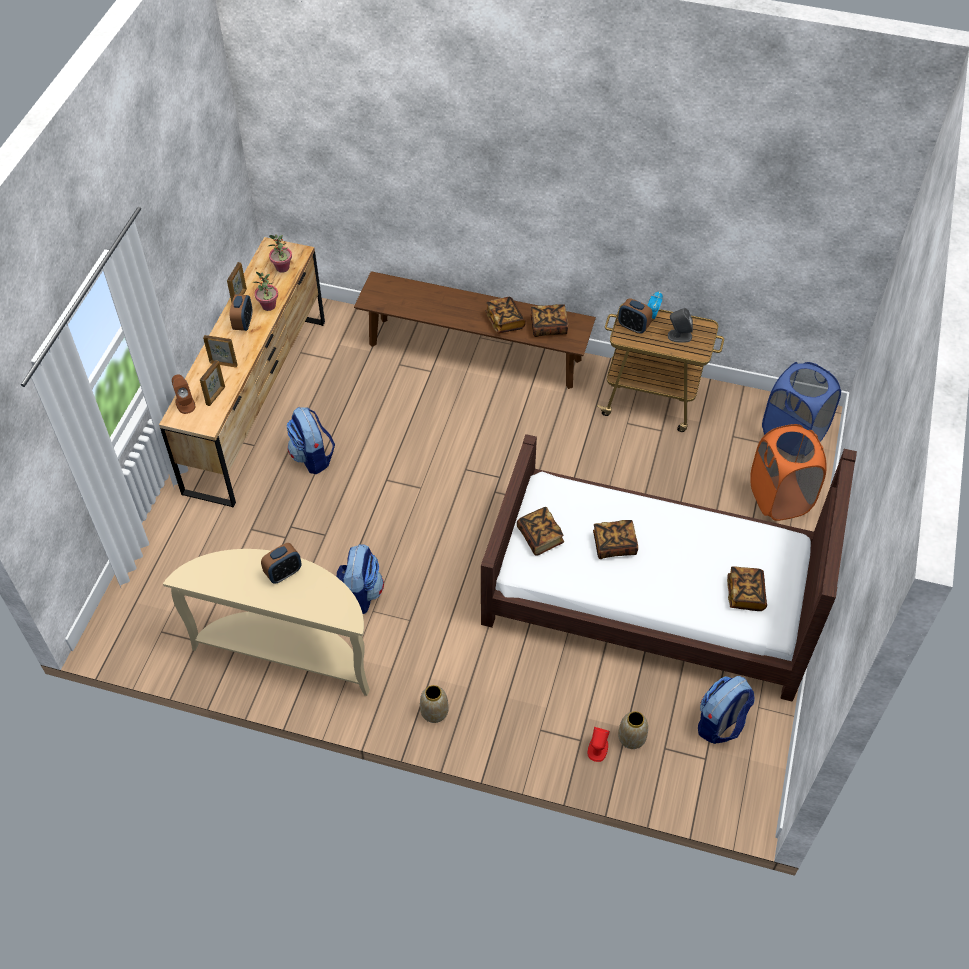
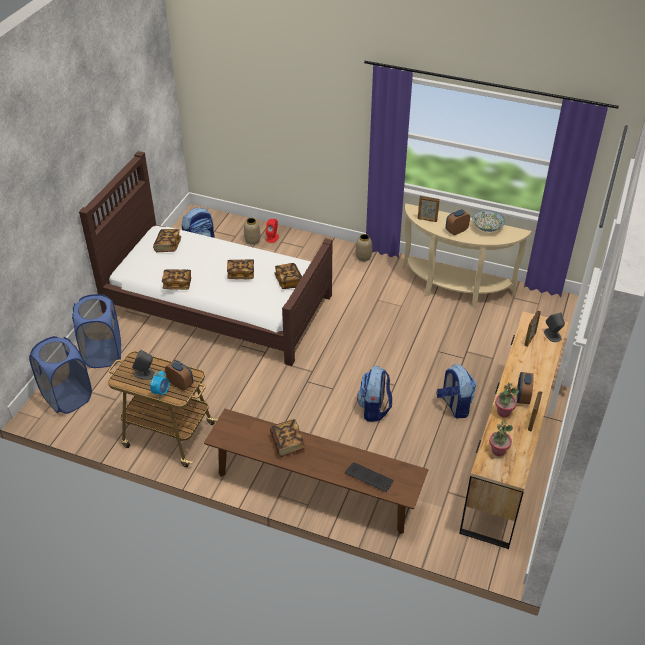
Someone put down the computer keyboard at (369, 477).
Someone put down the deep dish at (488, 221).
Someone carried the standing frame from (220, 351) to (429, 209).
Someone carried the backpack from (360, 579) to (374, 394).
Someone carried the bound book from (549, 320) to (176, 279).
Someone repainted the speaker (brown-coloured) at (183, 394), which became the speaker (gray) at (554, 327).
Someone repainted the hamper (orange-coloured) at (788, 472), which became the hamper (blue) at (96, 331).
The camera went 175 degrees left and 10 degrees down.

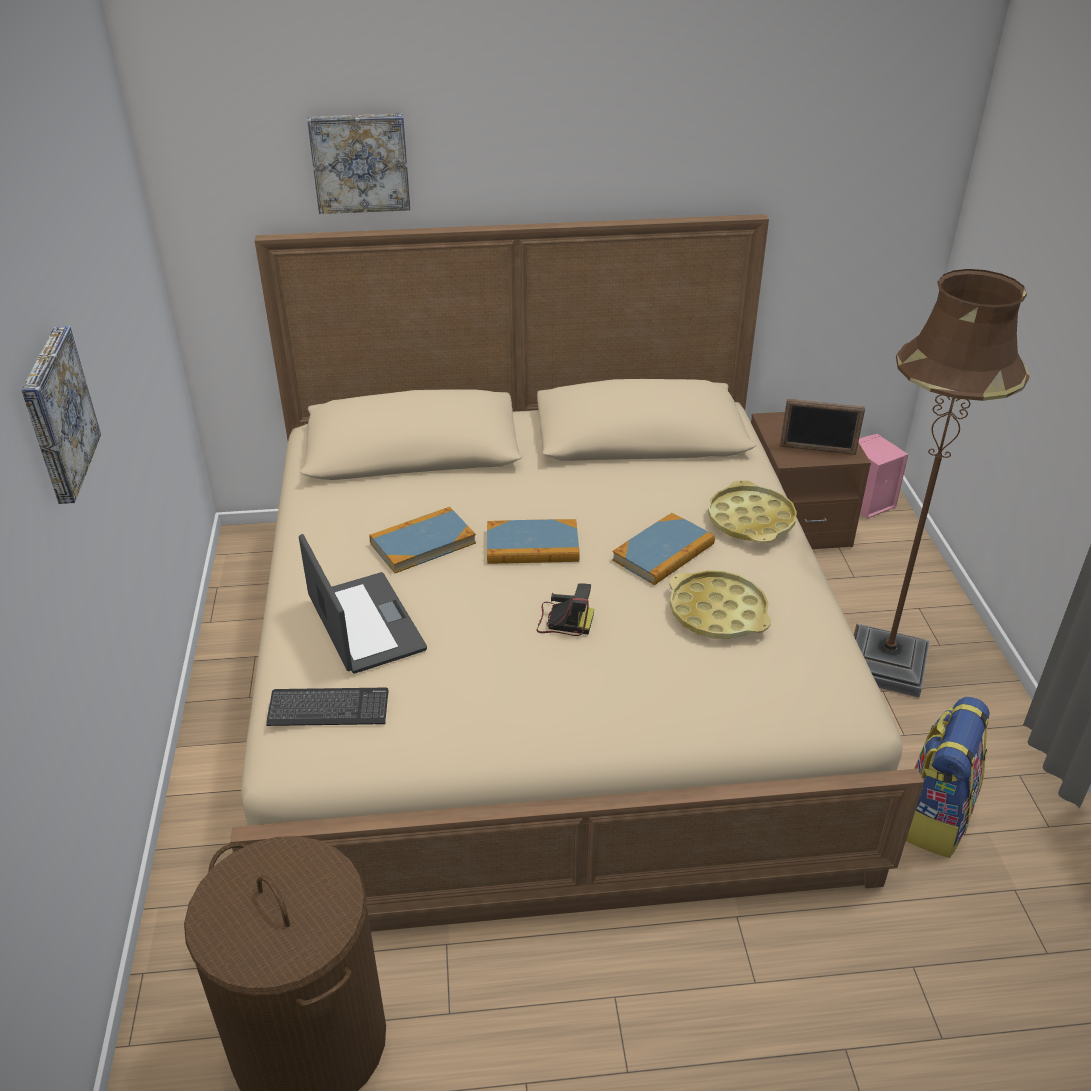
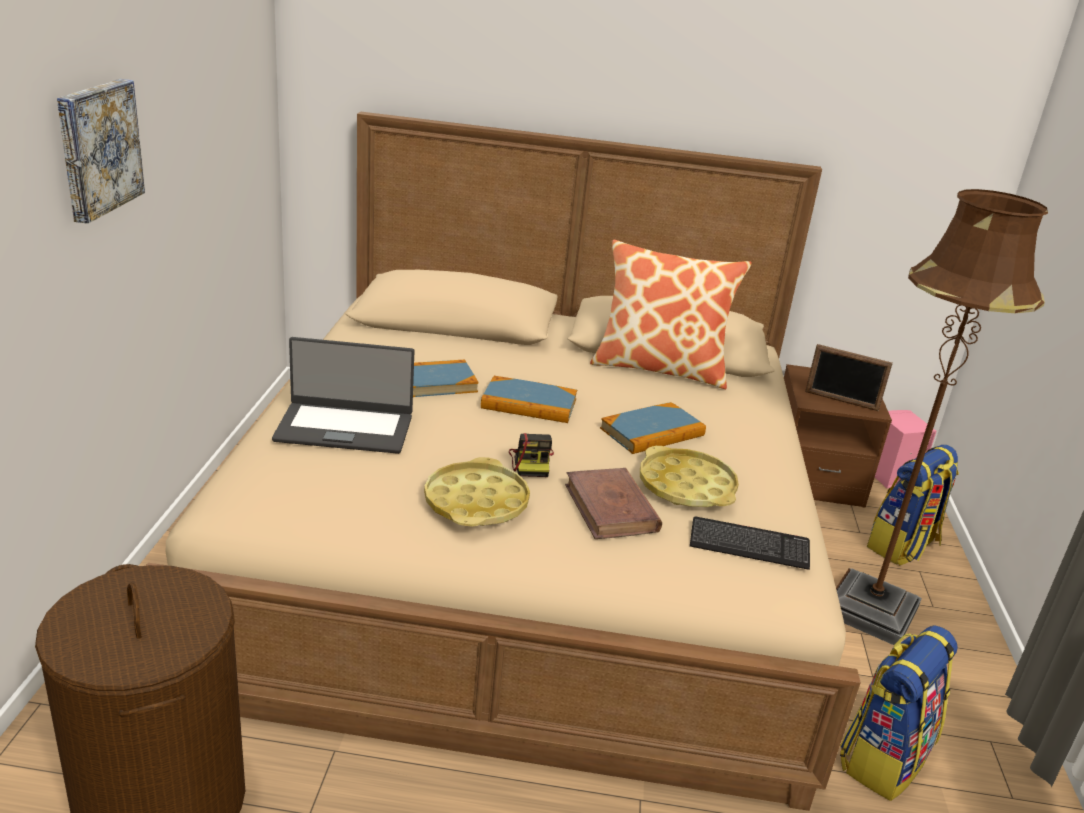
Someone took away the picture at (358, 164).
Someone put down the bound book (brown-coloured) at (613, 503).
Someone put down the cushion at (671, 314).
Someone put down the backpack at (913, 505).
Someone carried the computer keyboard from (327, 706) to (750, 543).
Someone carried the serving tray (yellowish) from (752, 511) to (477, 492).
Someone rotated the laptop at (363, 604) by 105 degrees clockwise.
Someone rotated the photo camera at (565, 609) by 60 degrees clockwise.
The camera went 10 degrees right and 10 degrees down.

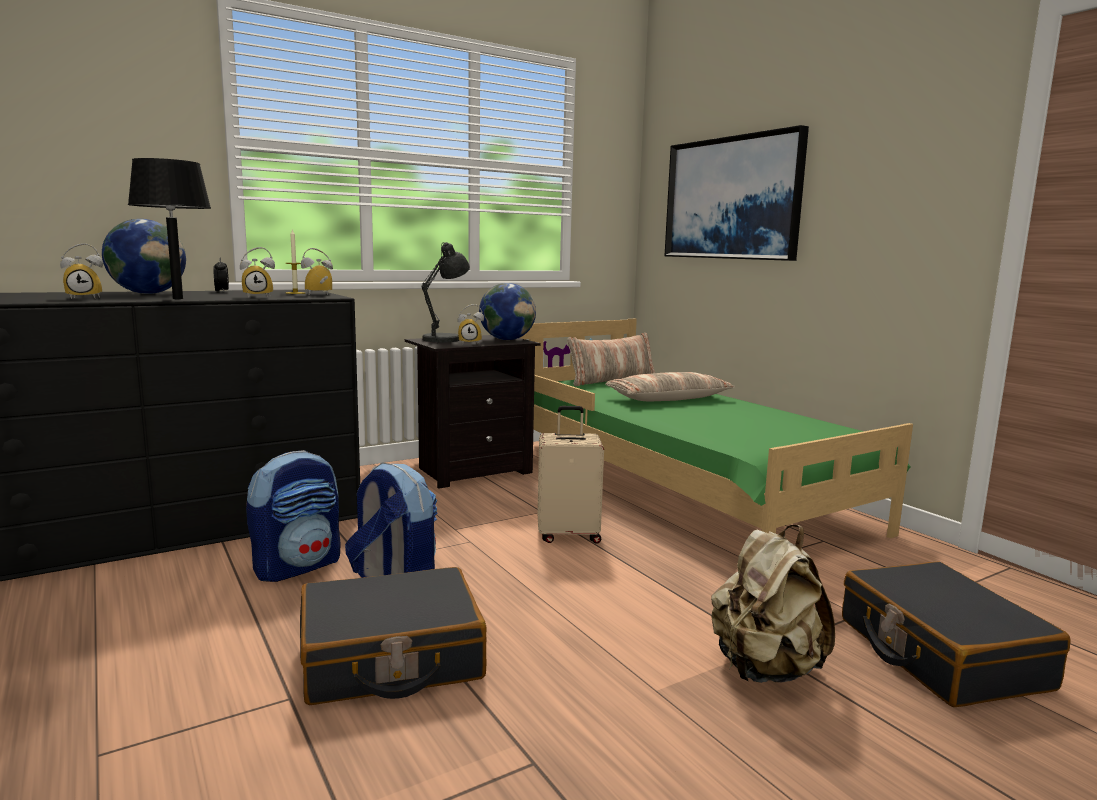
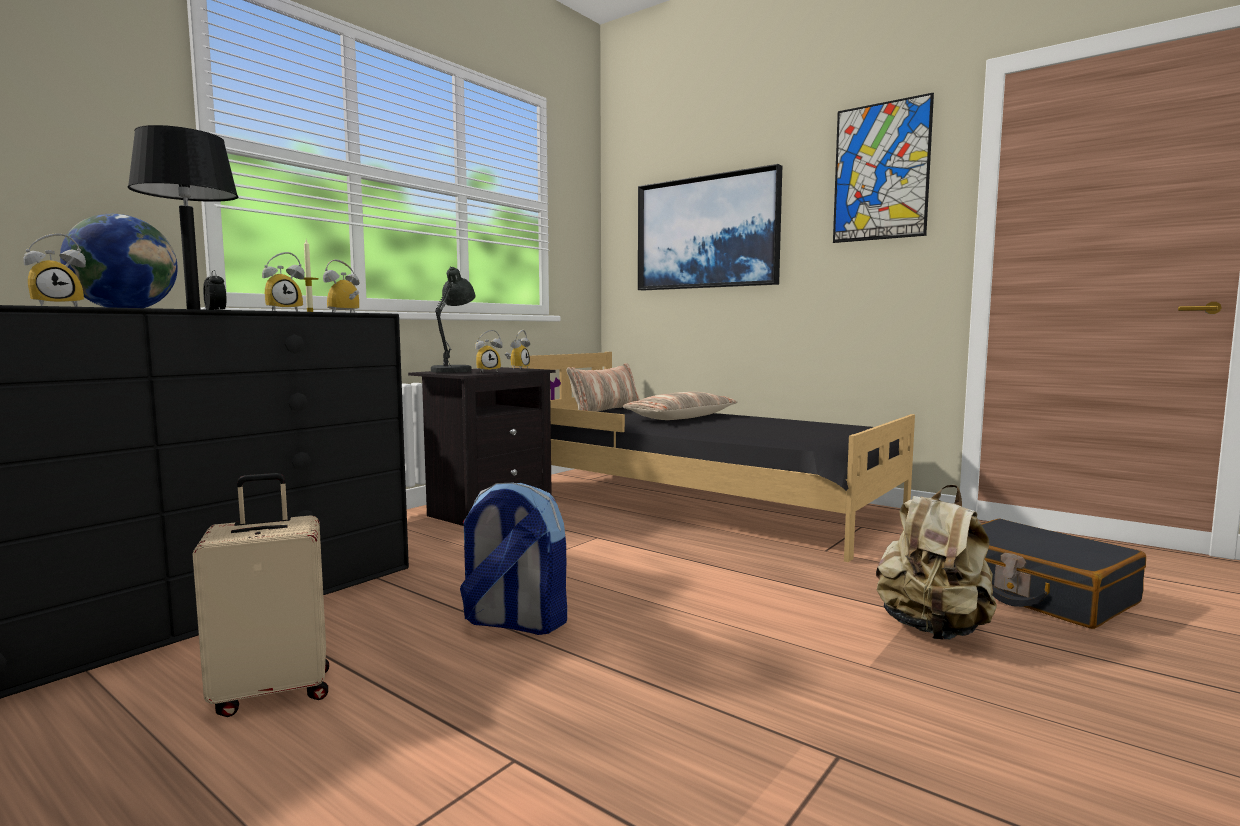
Someone took away the backpack at (293, 516).
Someone took away the travel case (black) at (393, 636).
Someone put up the picture at (883, 168).
Someone carried the travel case (beige-coloured) from (571, 475) to (260, 595).
Someone swapped the globe at (507, 311) for the table clock at (517, 350).
Someone repainted the bedroom bed (green-coloured) at (716, 428), which became the bedroom bed (black) at (713, 457).
The camera went 20 degrees left and 5 degrees down.

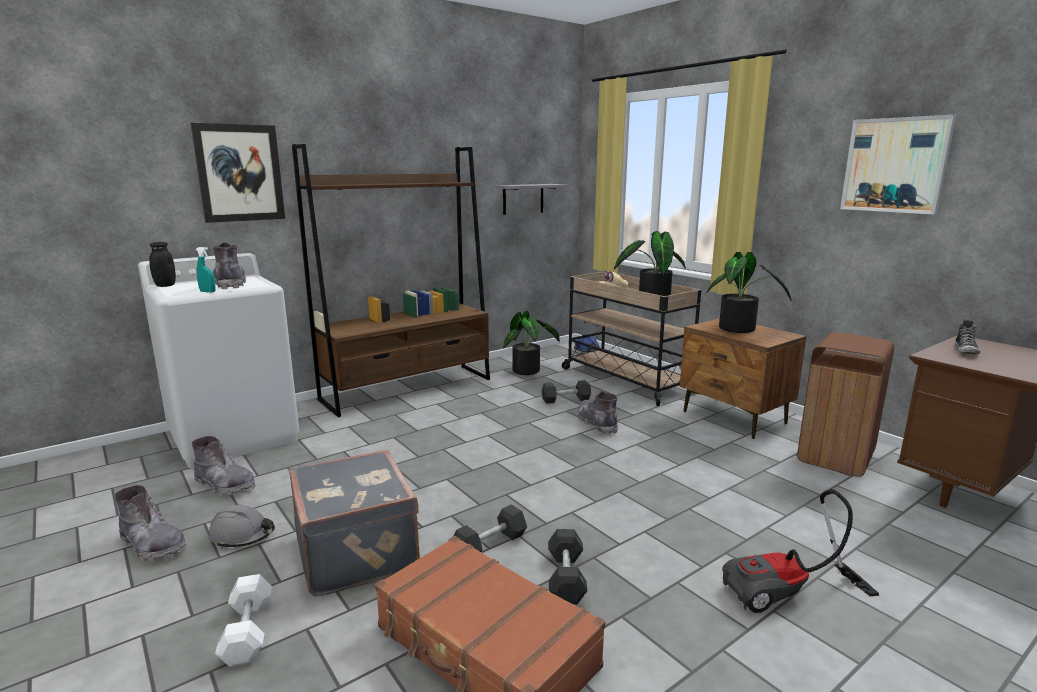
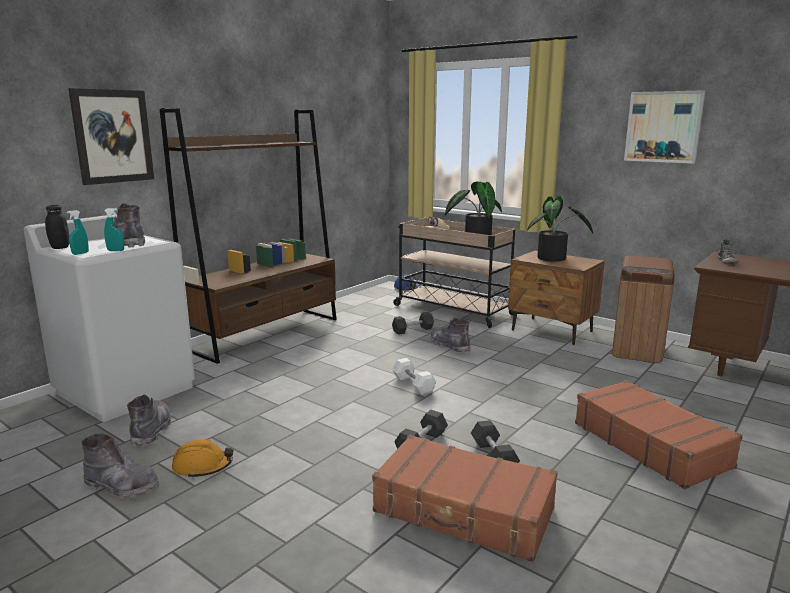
Someone took away the travel case (gray) at (354, 523).
Someone took away the shelf (gray) at (531, 199).
Someone took away the houseplant at (531, 343).
Someone put down the spray bottle (blue-green) at (78, 232).
Someone carried the free weight (white) from (243, 620) to (414, 376).
Someone swapped the vacuum at (800, 551) for the travel case (brown-coloured) at (659, 434).
Someone repainted the hard hat (gray) at (241, 526), which became the hard hat (orange-coloured) at (203, 459).
Someone rotated the tall boot (gray) at (224, 466) by 105 degrees counterclockwise.
The camera went 15 degrees left and 0 degrees up.

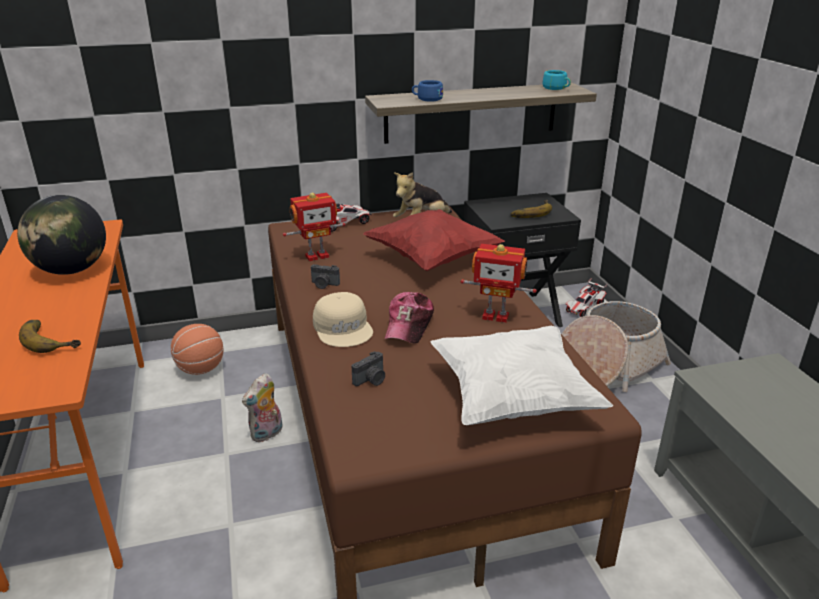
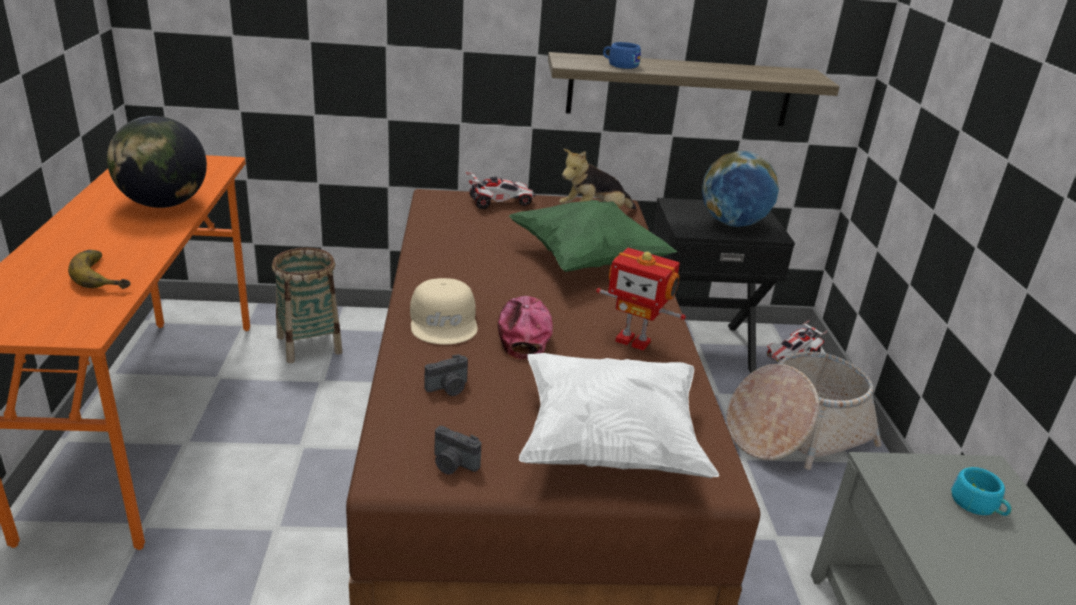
Someone took away the soft toy at (262, 407).
Someone took away the toy robot at (314, 227).
Someone carried the photo camera from (325, 276) to (458, 450).
Someone carried the cup (blue-green) from (556, 80) to (981, 491).
Someone swapped the basketball ball at (197, 349) for the household basket at (307, 305).
Someone swapped the banana at (531, 209) for the globe at (740, 189).
Someone repainted the cushion (red-coloured) at (434, 240), which became the cushion (green-coloured) at (593, 236).
Someone rotated the baseball cap at (409, 318) by 150 degrees clockwise.
The camera went 10 degrees right and 0 degrees up.

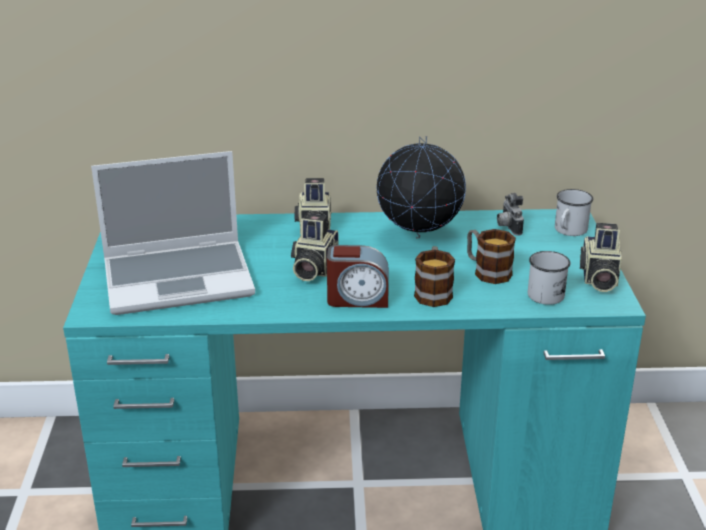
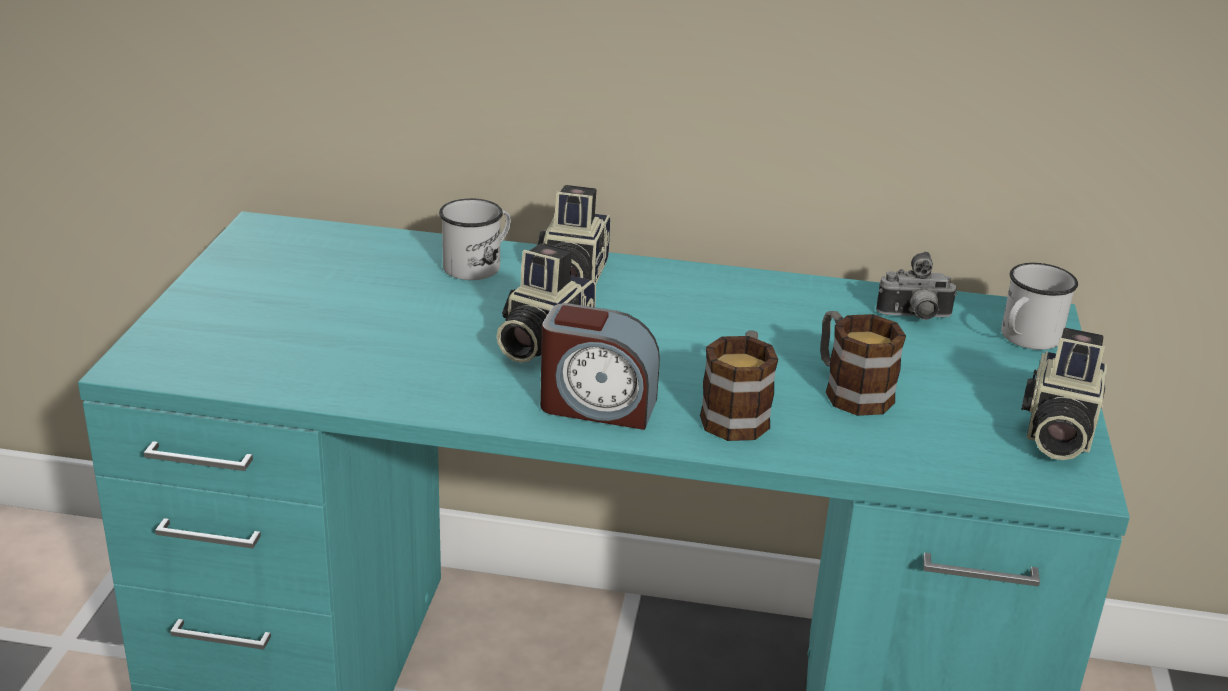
Someone took away the laptop at (173, 233).
Someone took away the globe at (421, 187).
Someone carried the coffee mug (white) from (549, 278) to (475, 239).
Someone rotated the photo camera at (510, 214) by 90 degrees counterclockwise.
The camera went 10 degrees right and 0 degrees up.

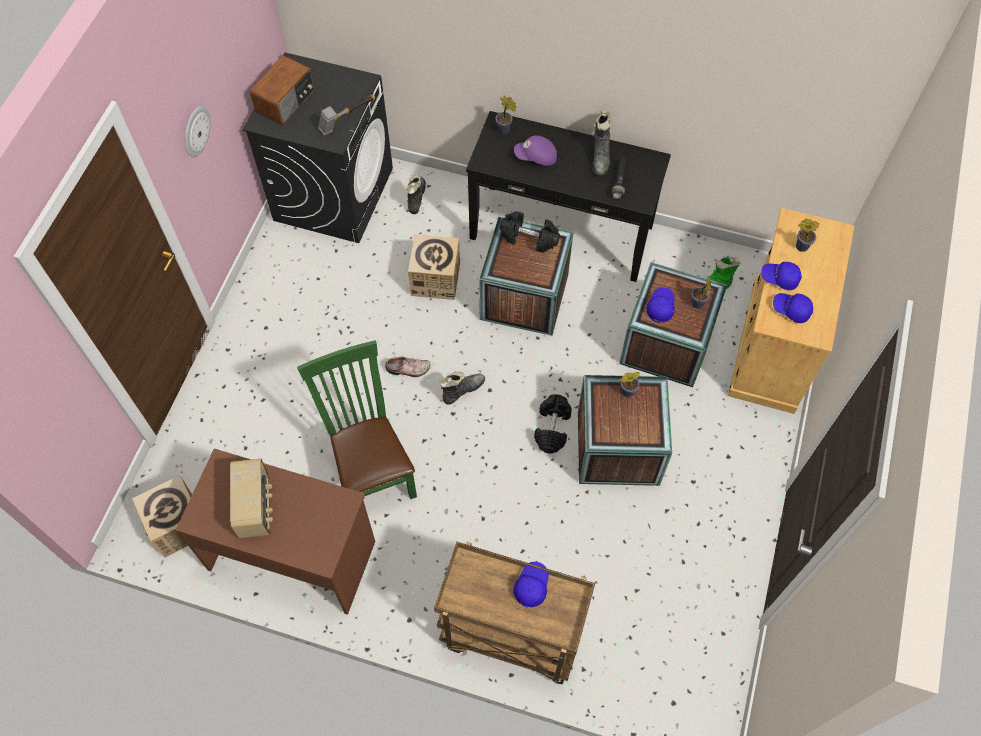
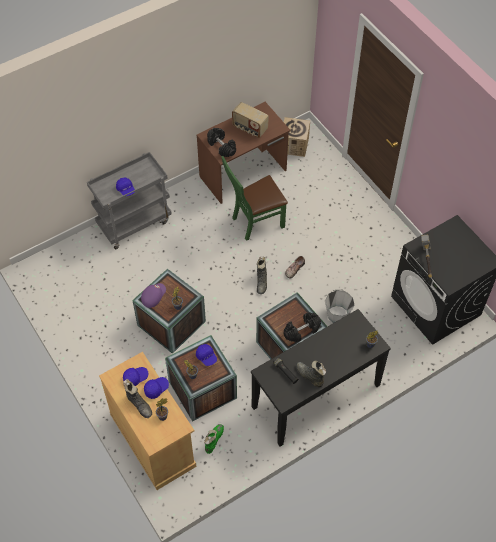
Someone took away the clock on the wall at (198, 131).
Someone took away the radio receiver at (282, 90).
Someone carried the tall boot (black) from (416, 194) to (137, 398).
Someone carried the baseball cap (purple-coloured) from (535, 150) to (153, 295).
Someone carried the free weight (black) from (553, 424) to (221, 142).
Someone swapped the cardboard box at (434, 267) for the bucket (gray) at (339, 306).
Someone repainted the trolley (brown-coloured) at (514, 613), which became the trolley (gray) at (129, 201).
Someone rotated the plain chair (green-coloured) at (357, 419) by 135 degrees clockwise.
The camera went 130 degrees right and 5 degrees down.

